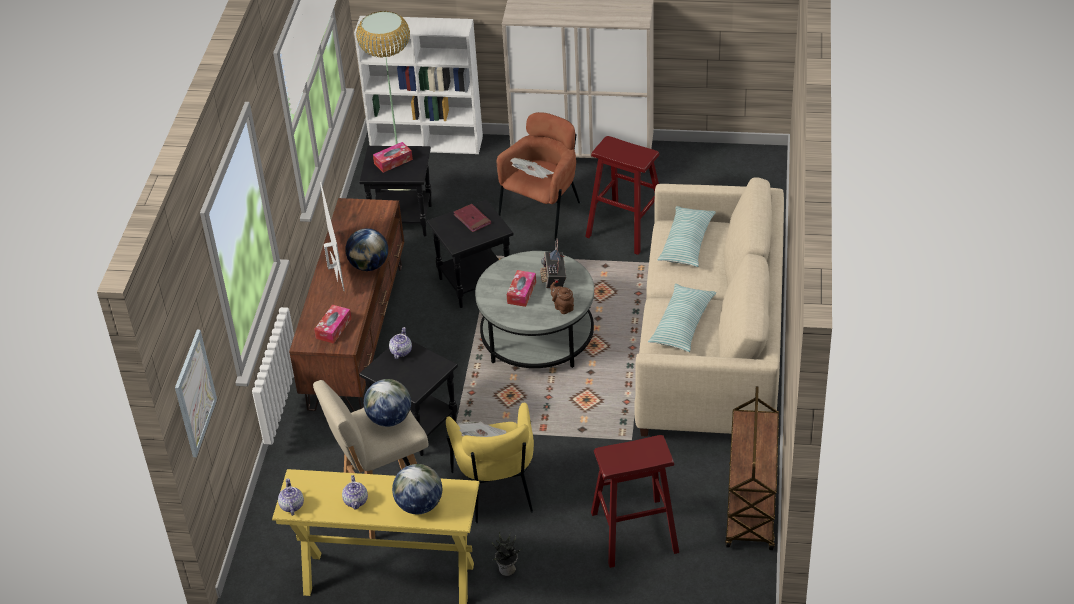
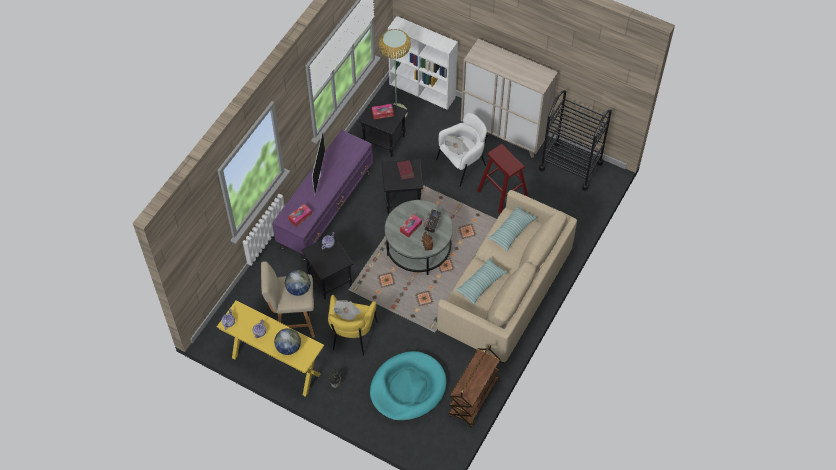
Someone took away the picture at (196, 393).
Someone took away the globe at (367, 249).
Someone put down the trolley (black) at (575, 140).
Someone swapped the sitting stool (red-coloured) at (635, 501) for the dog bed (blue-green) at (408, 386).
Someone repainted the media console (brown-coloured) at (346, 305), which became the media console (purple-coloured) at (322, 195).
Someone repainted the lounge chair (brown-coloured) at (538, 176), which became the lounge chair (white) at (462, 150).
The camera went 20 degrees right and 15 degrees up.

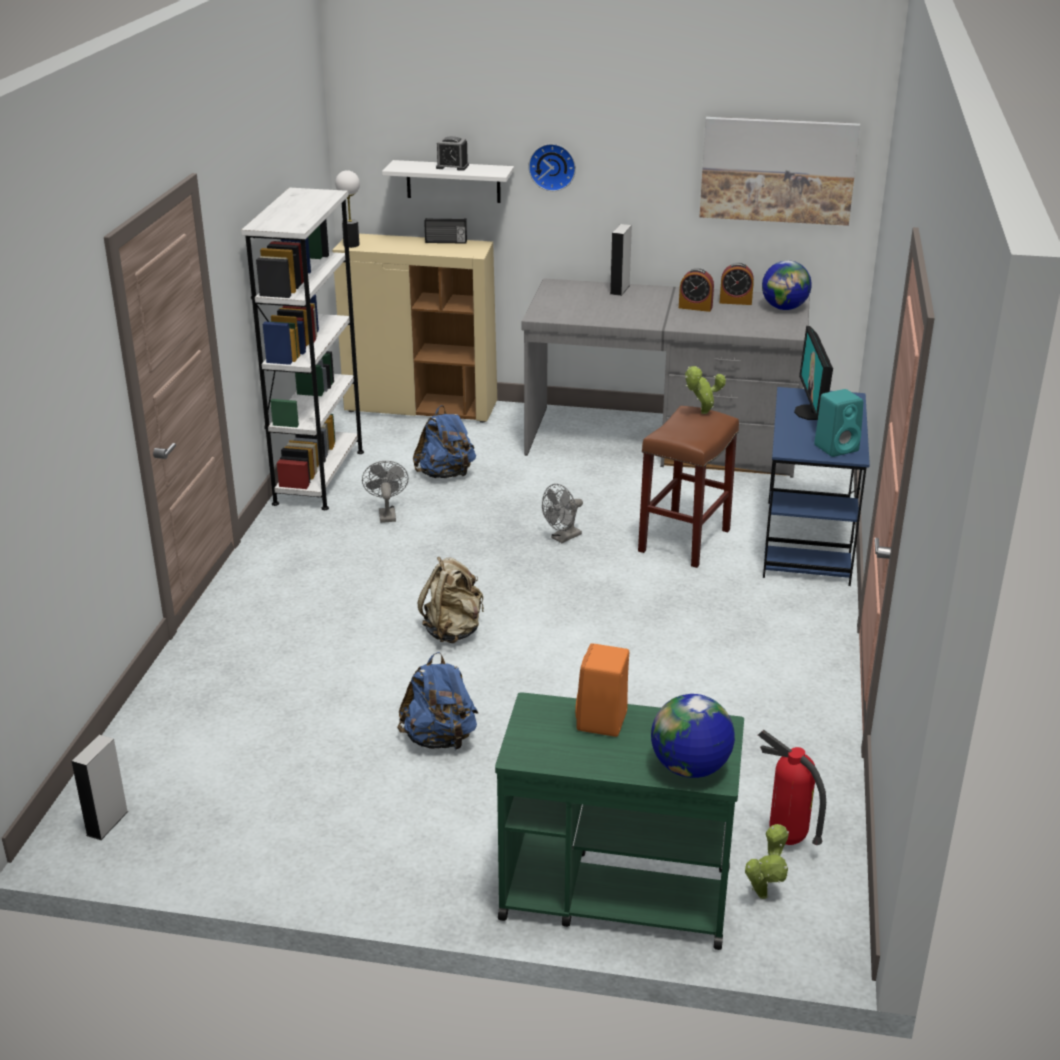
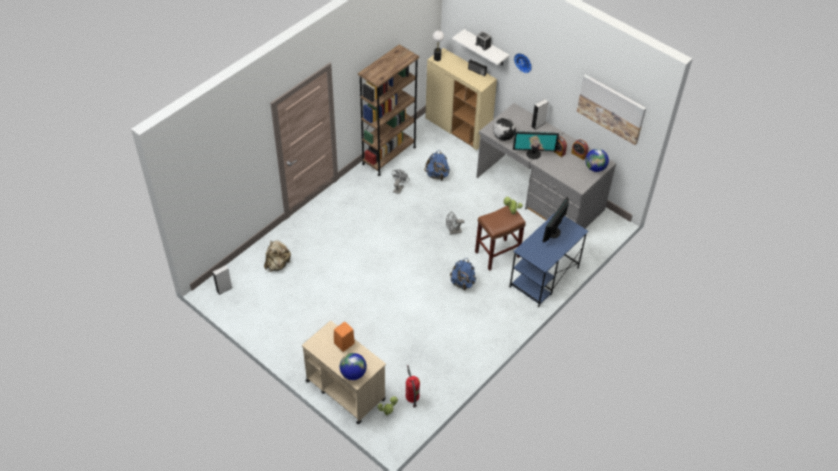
Someone took away the speaker (blue-green) at (838, 423).
Someone put down the globe at (504, 129).
Someone put down the computer display at (536, 145).
Someone carried the backpack (blue) from (437, 701) to (463, 274).
Someone carried the backpack (beige-coloured) from (451, 599) to (277, 256).
Someone repainted the shelving unit (white) at (302, 349), which became the shelving unit (brown-coloured) at (388, 110).
Someone repainted the trolley (green-coloured) at (619, 821), which became the trolley (beige-coloured) at (344, 372).
The camera went 30 degrees right and 20 degrees up.

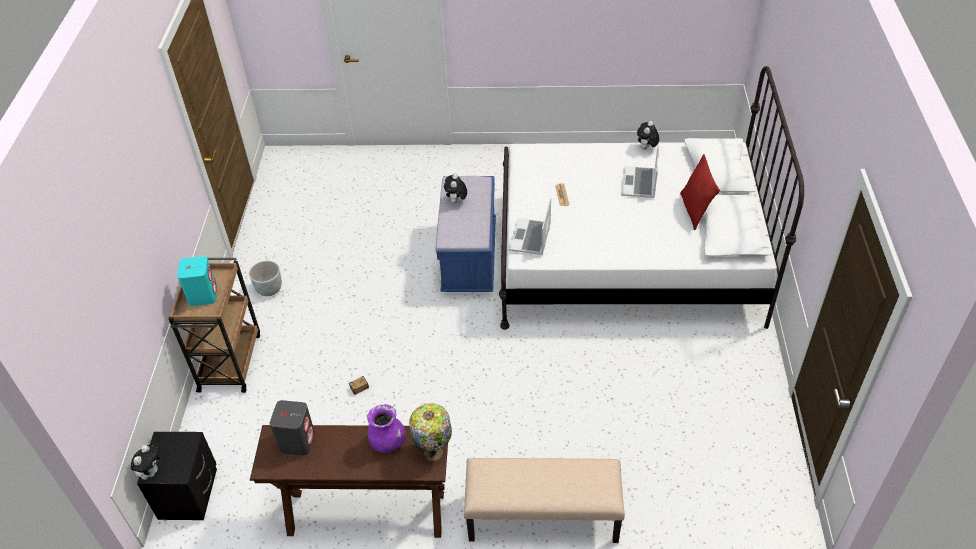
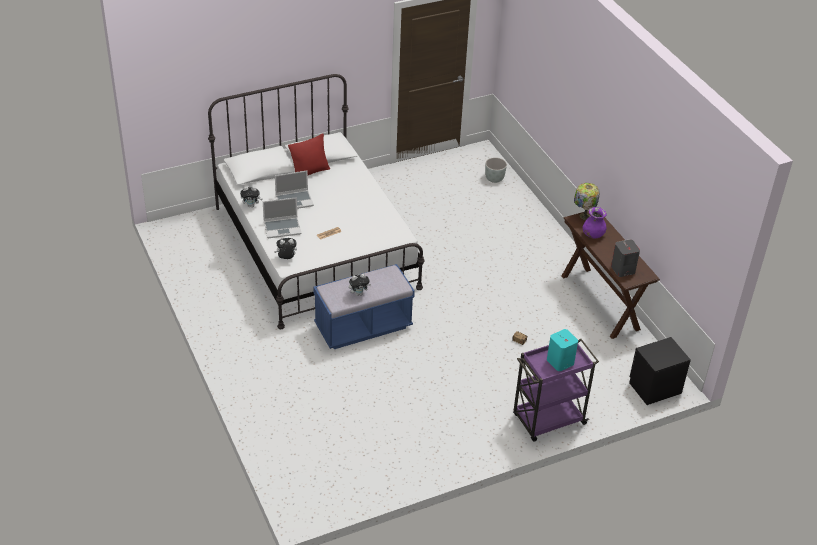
Someone took away the bench (beige-coloured) at (544, 500).
Someone carried the soft toy from (145, 462) to (285, 248).
Someone carried the planter (gray) from (265, 278) to (496, 170).
Someone carried the laptop from (530, 226) to (282, 217).
Someone repainted the trolley (brown-coloured) at (214, 325), which became the trolley (purple-coloured) at (556, 390).
The camera went 120 degrees left and 5 degrees down.

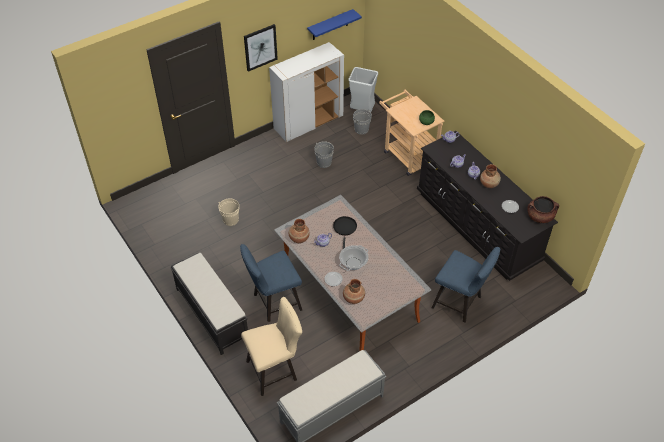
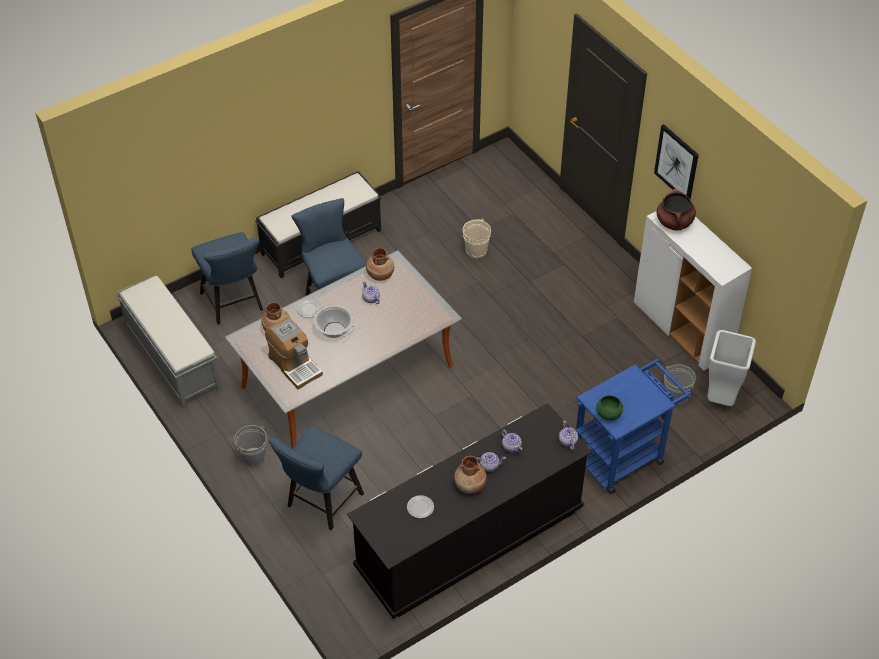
Someone took away the shelf (blue) at (334, 24).
Someone took away the frying pan (black) at (345, 232).
Someone put down the coffee maker at (294, 353).
Someone carried the bucket (gray) from (324, 154) to (250, 446).
Someone carried the stockpot (brown-coloured) from (543, 209) to (676, 210).
Someone repainted the plain chair (beige-coloured) at (271, 346), which became the plain chair (blue) at (227, 278).
Someone repainted the trolley (beige-coloured) at (412, 133), which became the trolley (blue) at (634, 426).
The camera went 90 degrees right and 0 degrees up.

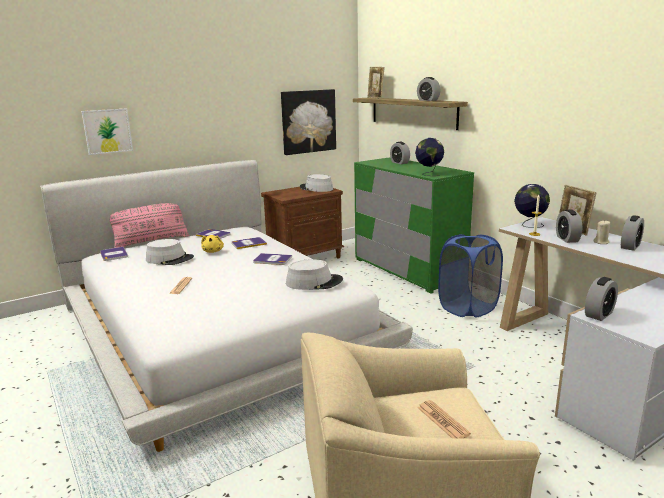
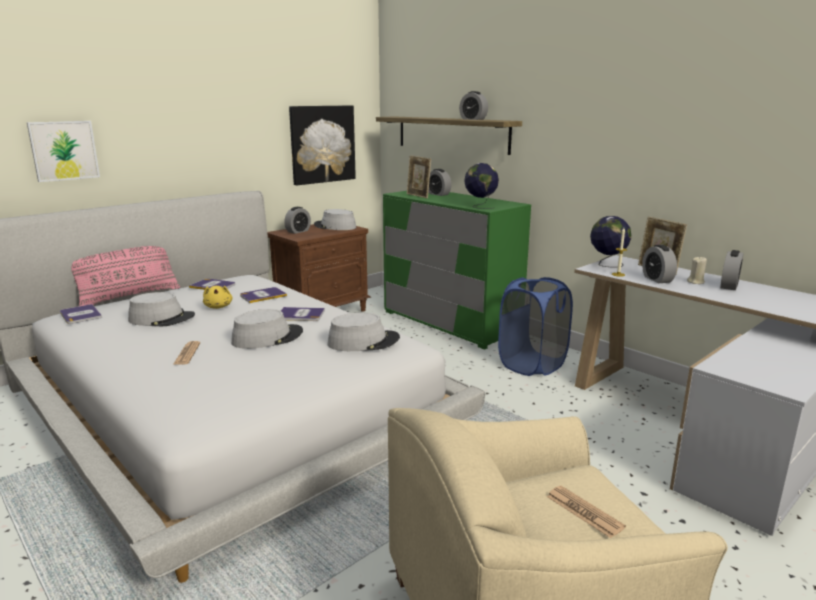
Someone put down the hat (gray) at (267, 329).
Someone carried the standing frame from (376, 83) to (419, 176).
Someone carried the table clock from (601, 299) to (297, 220).
The camera went 10 degrees left and 0 degrees up.

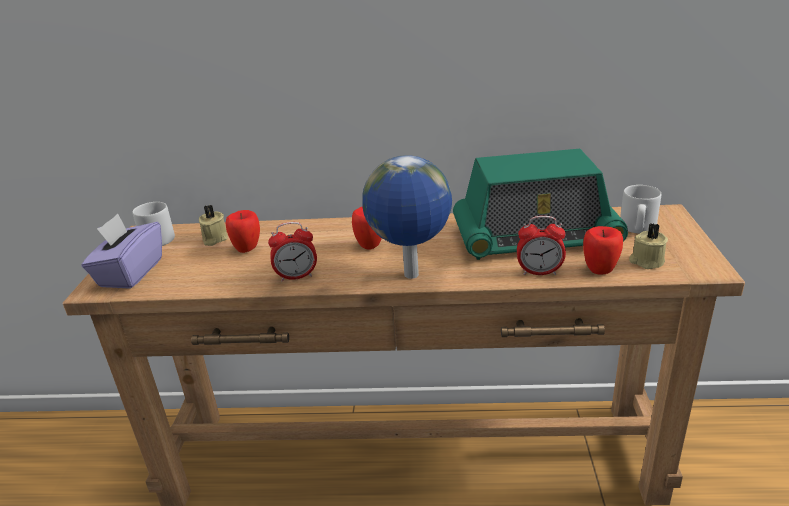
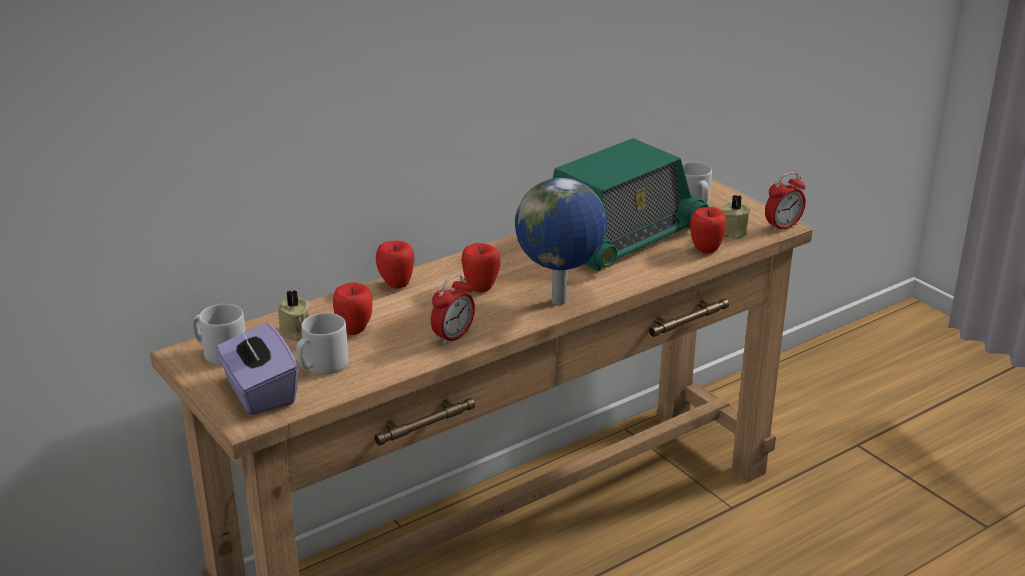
Someone put down the coffee mug (gray) at (322, 344).
Someone put down the apple at (395, 265).
Someone carried the table clock from (541, 245) to (785, 202).
The camera went 40 degrees left and 0 degrees up.

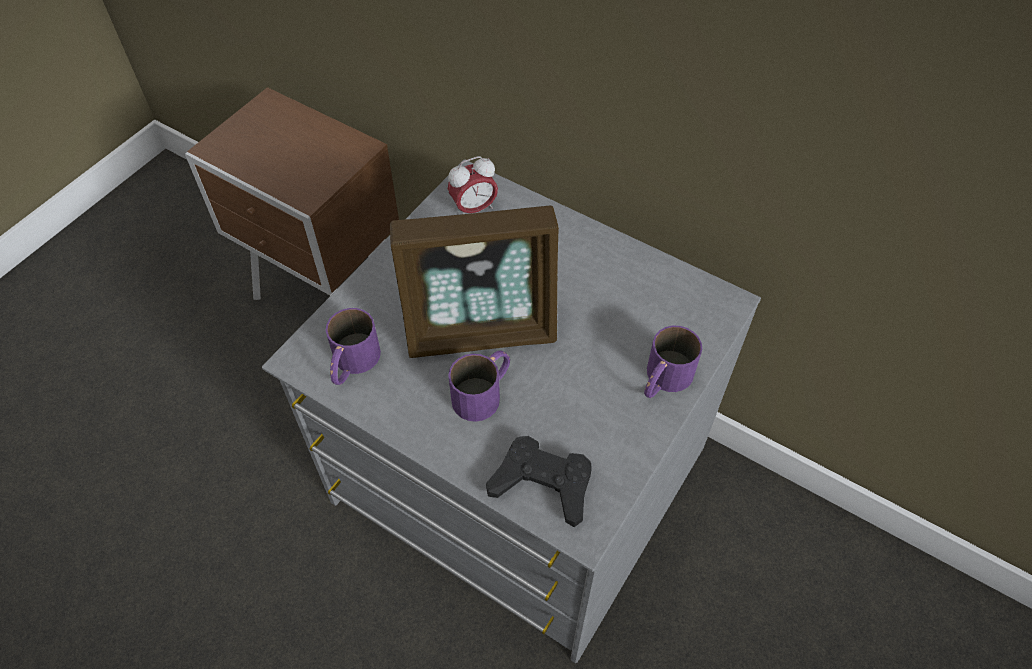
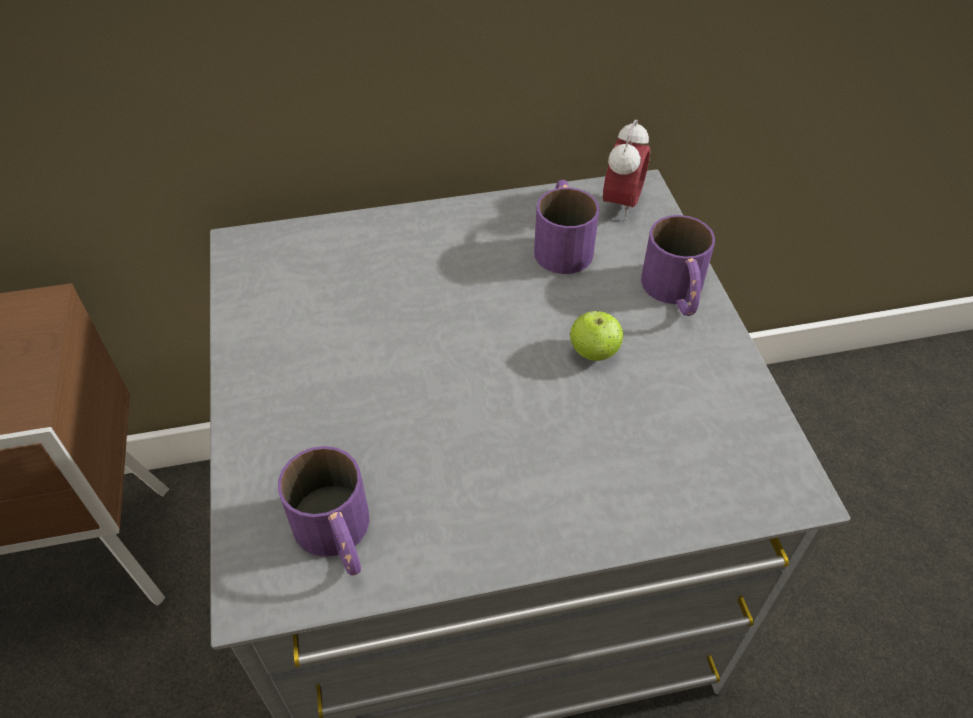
Someone took away the standing frame at (474, 282).
Someone took away the joypad (black) at (539, 481).
Someone put down the apple at (596, 336).
Someone carried the table clock from (473, 185) to (626, 170).
Someone carried the coffee mug (purple-coloured) from (479, 386) to (566, 227).
The camera went 45 degrees left and 5 degrees down.

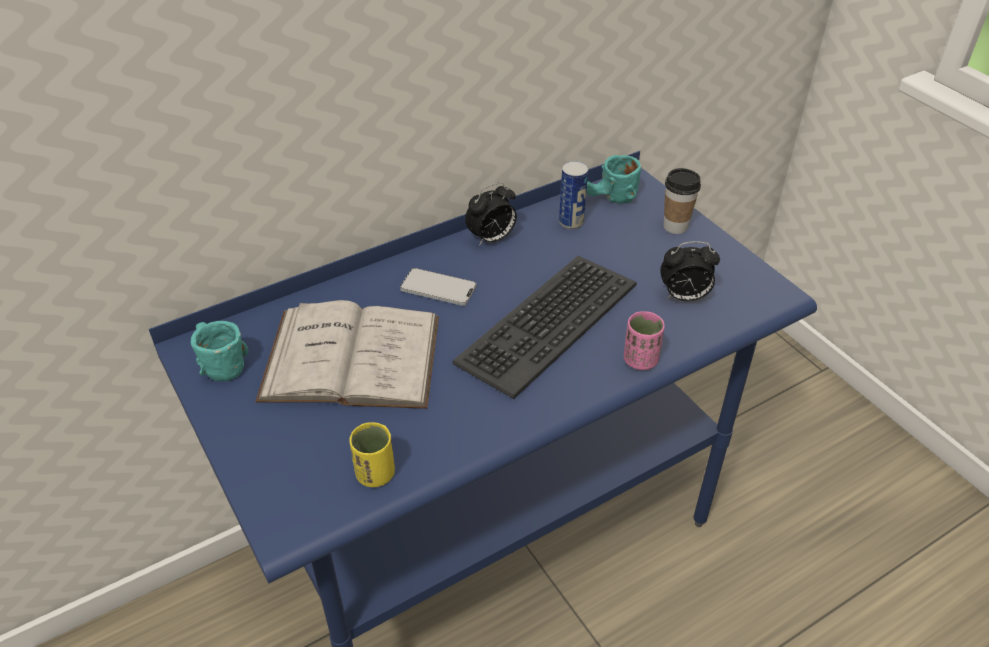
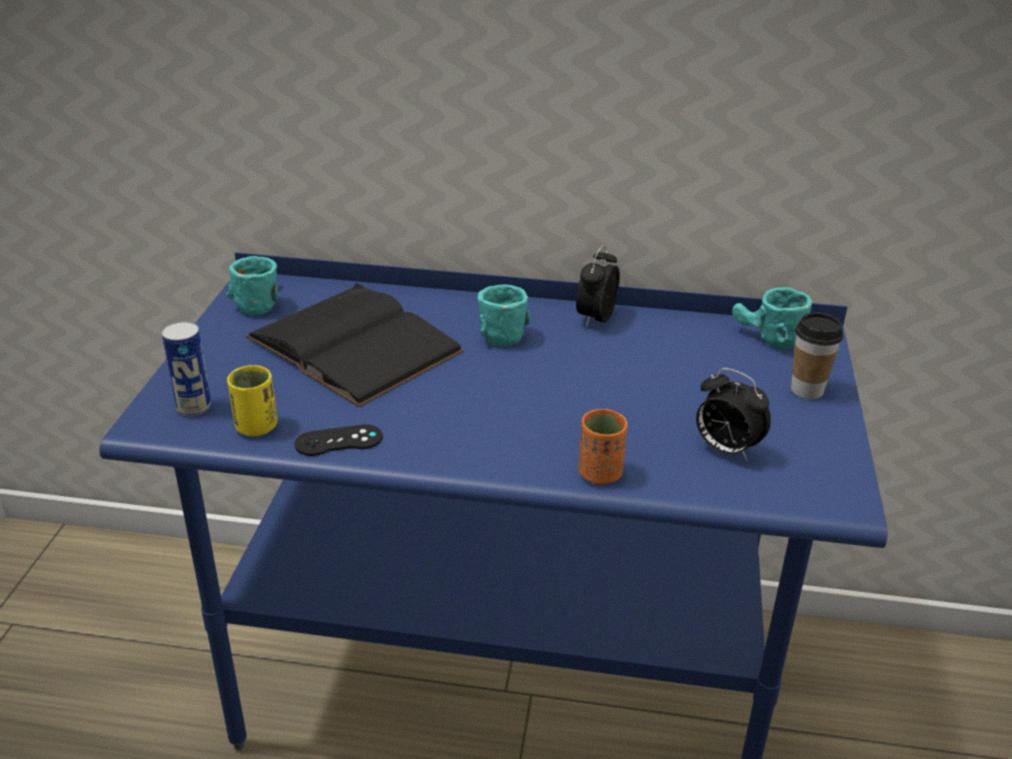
Someone took away the computer keyboard at (544, 327).
Someone put down the joypad (black) at (339, 440).
Someone carried the sealed can from (573, 195) to (186, 368).
Someone swapped the handset at (438, 287) for the coffee mug (blue-green) at (503, 315).
Someone repainted the bound book (white) at (347, 354), which became the bound book (black) at (355, 345).
Someone repainted the cup (pinkish) at (644, 340), which became the cup (orange-coloured) at (603, 446).
Someone rotated the table clock at (491, 214) by 105 degrees clockwise.
The camera went 40 degrees right and 10 degrees down.

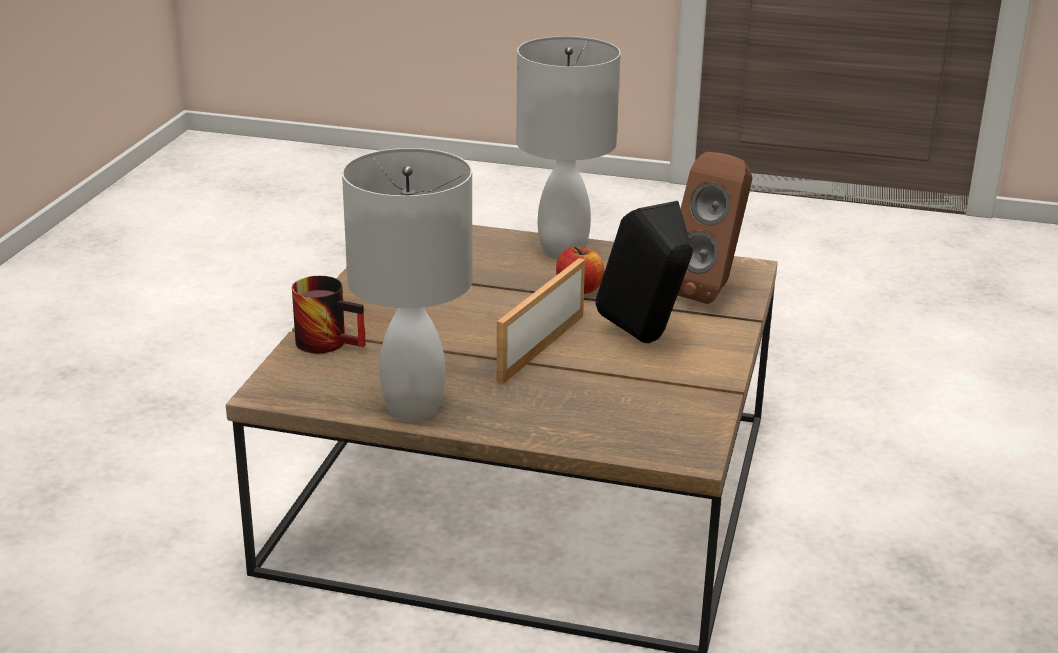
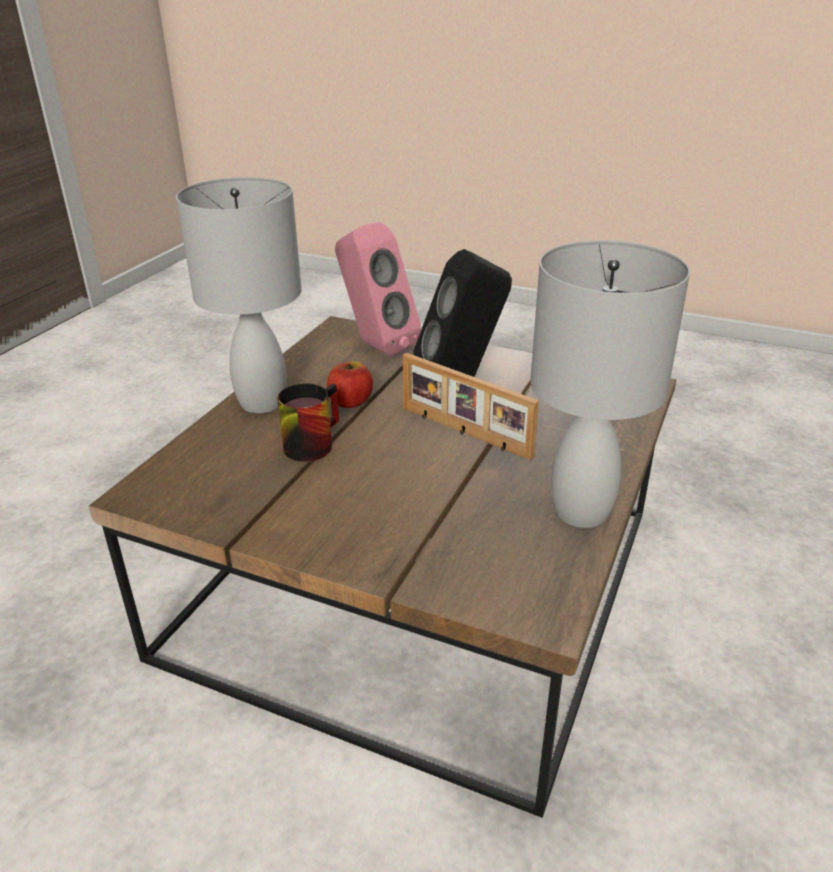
Someone carried the coffee mug from (329, 314) to (308, 423).
Someone repainted the speaker (brown-coloured) at (715, 228), which became the speaker (pinkish) at (378, 289).
The camera went 80 degrees left and 5 degrees up.

